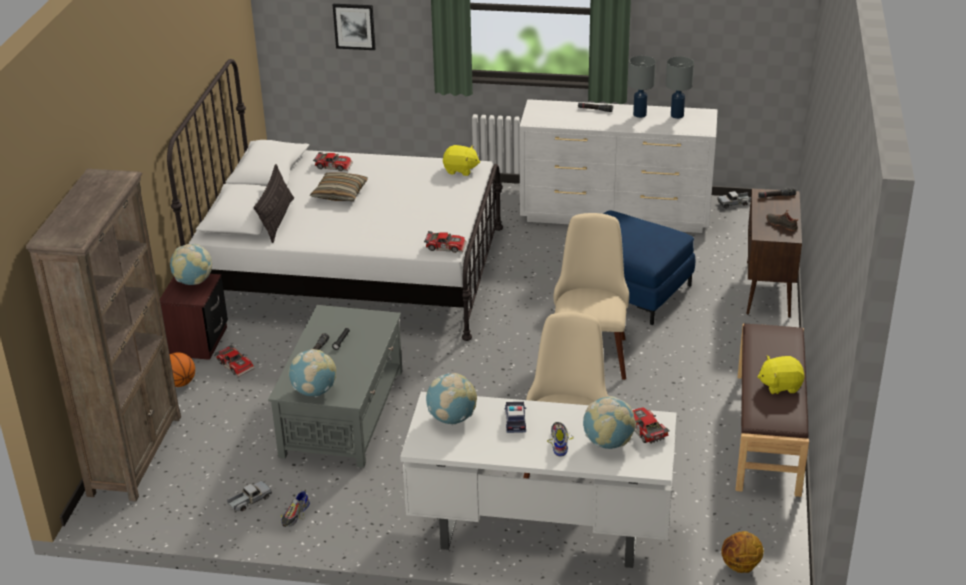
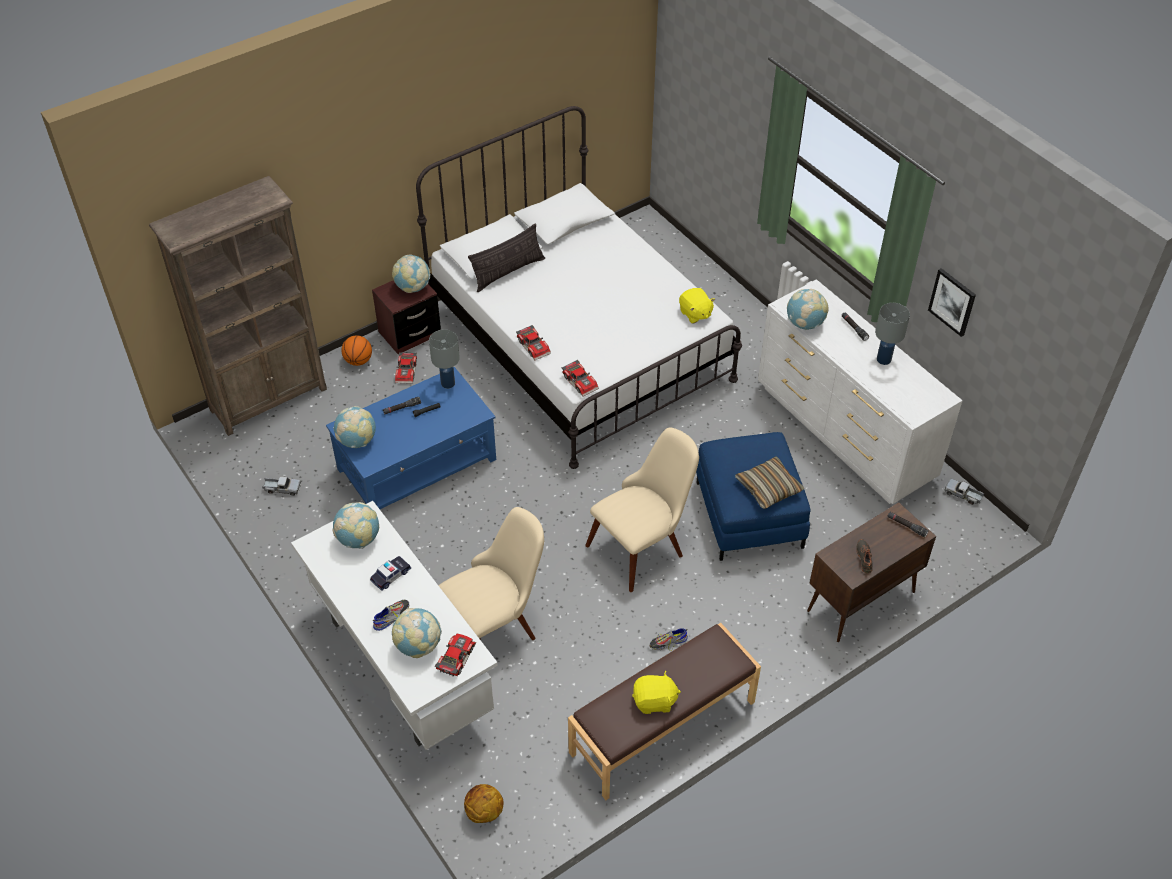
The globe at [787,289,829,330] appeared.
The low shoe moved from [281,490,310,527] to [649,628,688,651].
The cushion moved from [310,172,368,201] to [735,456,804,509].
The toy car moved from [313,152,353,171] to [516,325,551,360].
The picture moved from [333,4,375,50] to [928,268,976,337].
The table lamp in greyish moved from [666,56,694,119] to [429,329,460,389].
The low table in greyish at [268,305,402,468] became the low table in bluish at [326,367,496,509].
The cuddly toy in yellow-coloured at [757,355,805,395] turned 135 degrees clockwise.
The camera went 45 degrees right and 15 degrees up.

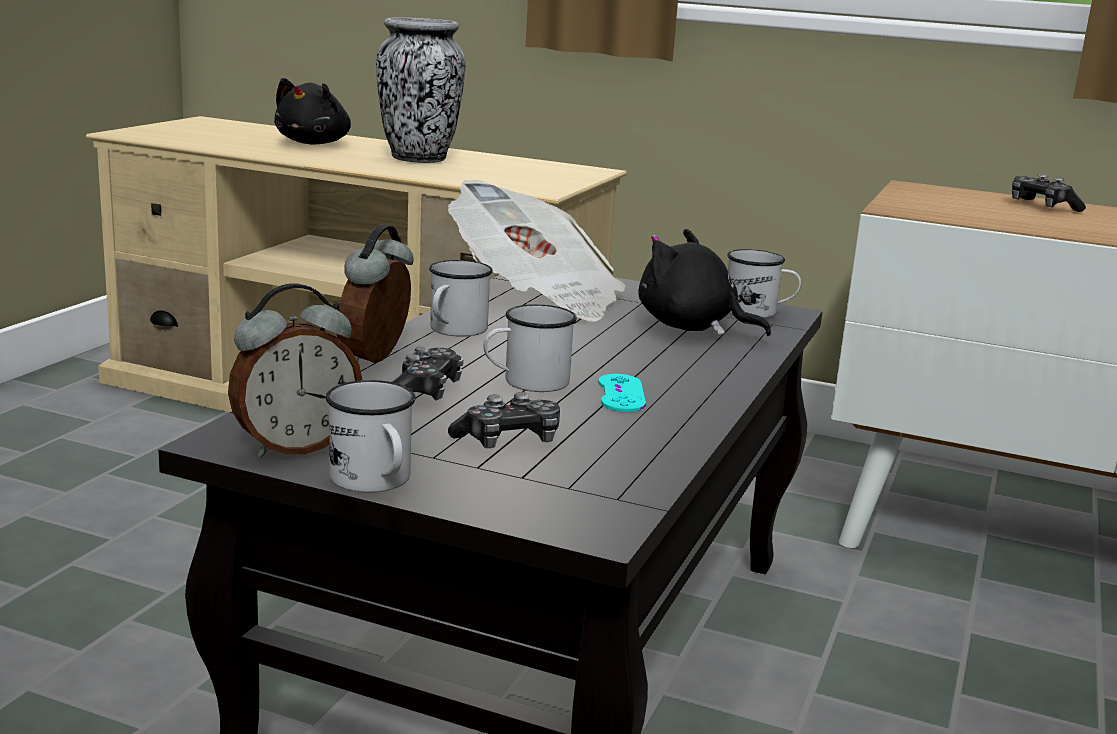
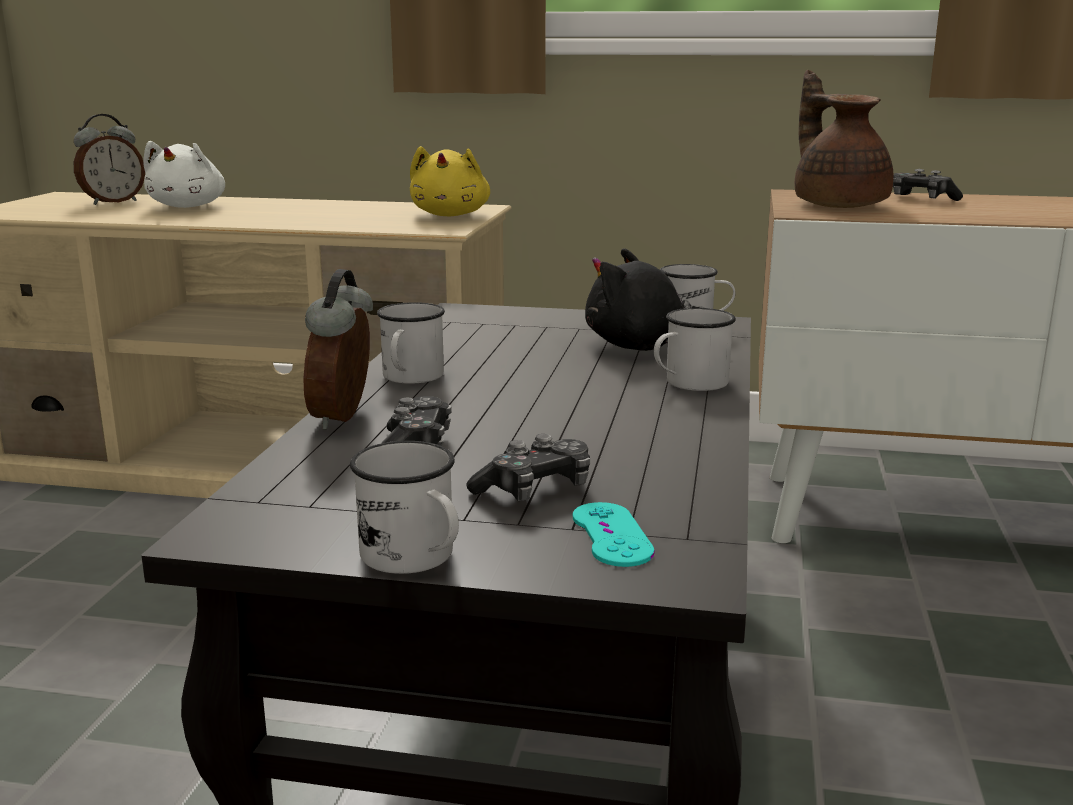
The decorative vase at [376,17,465,163] disappeared.
The daily paper at [448,180,626,322] disappeared.
The cuddly toy in yellow-coloured at [410,146,490,216] appeared.
The pot for tea in brownish at [795,70,894,208] appeared.
The bedside clock moved from [228,283,362,458] to [74,114,145,205].
The mug in white-coloured moved from [483,304,577,392] to [654,308,736,391].
The game controller in turquoise-coloured moved from [598,374,646,412] to [573,502,655,567].
The cuddly toy in blackish at [274,78,351,144] became the cuddly toy in white-coloured at [143,141,225,208].
The camera went 10 degrees left and 0 degrees up.

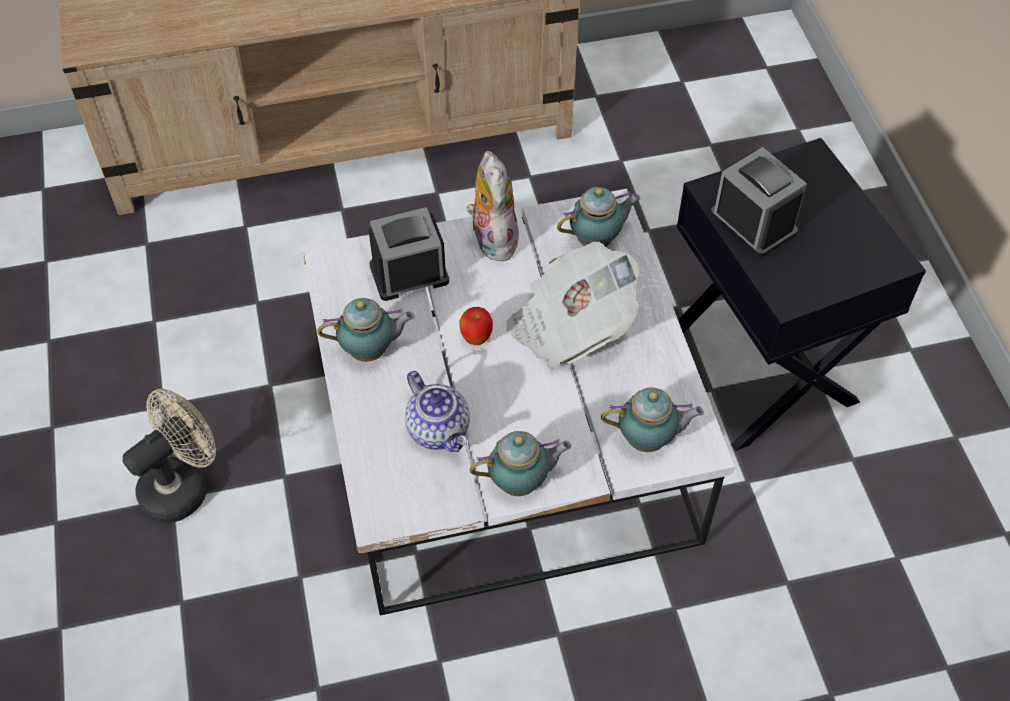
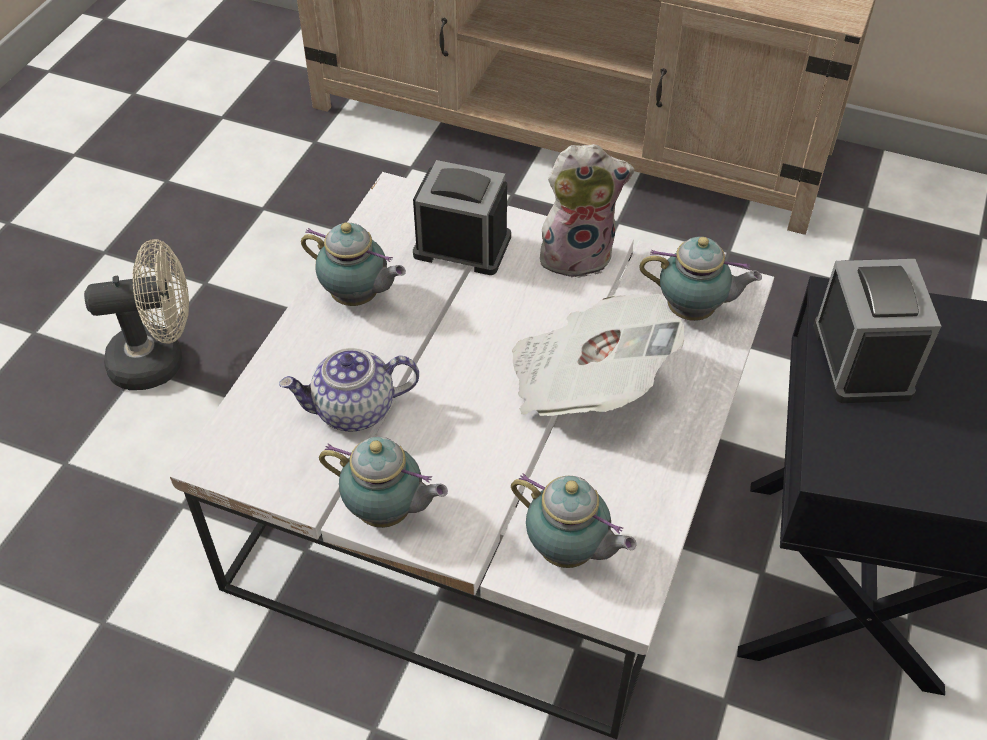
The whole apple at [459,307,493,345] disappeared.
The pot for tea at [405,371,470,452] turned 75 degrees clockwise.
The cuddly toy at [467,151,519,262] turned 60 degrees clockwise.
The camera went 35 degrees right and 5 degrees down.

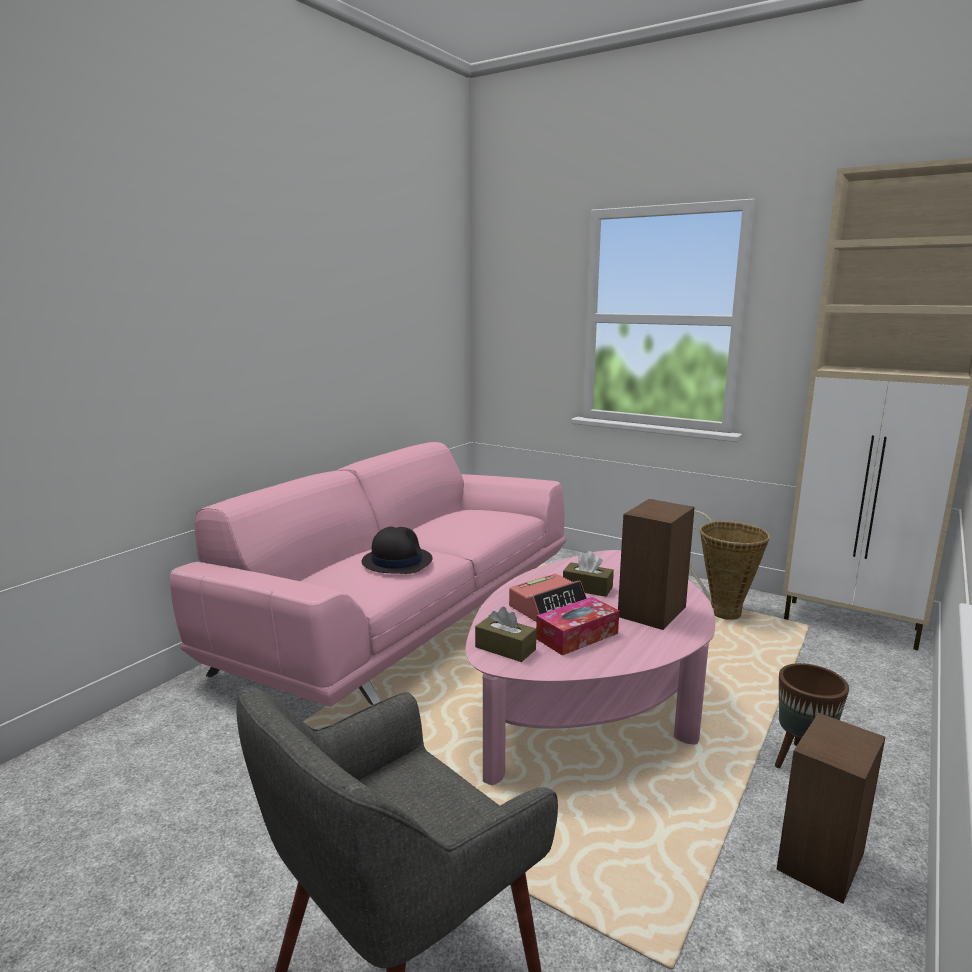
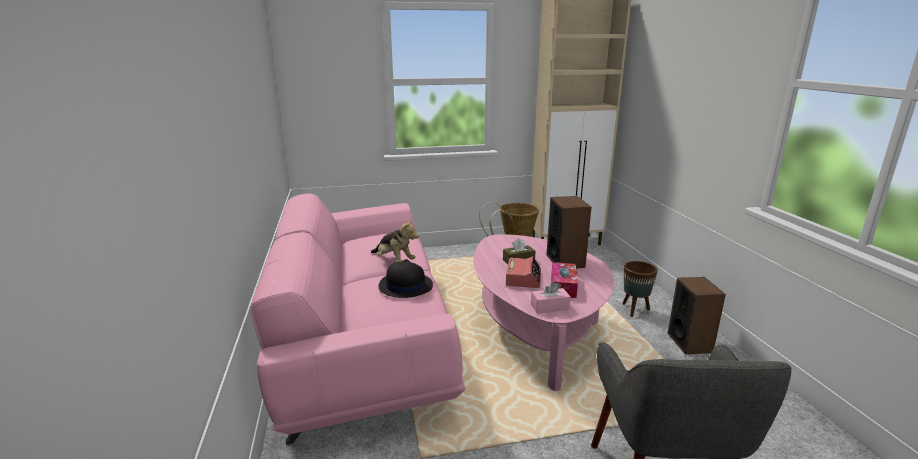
The cuddly toy at [371,219,419,262] appeared.
The tissue box in brownish at [475,607,536,662] became the tissue box in pinkish at [531,281,571,313].
The camera went 45 degrees left and 5 degrees up.

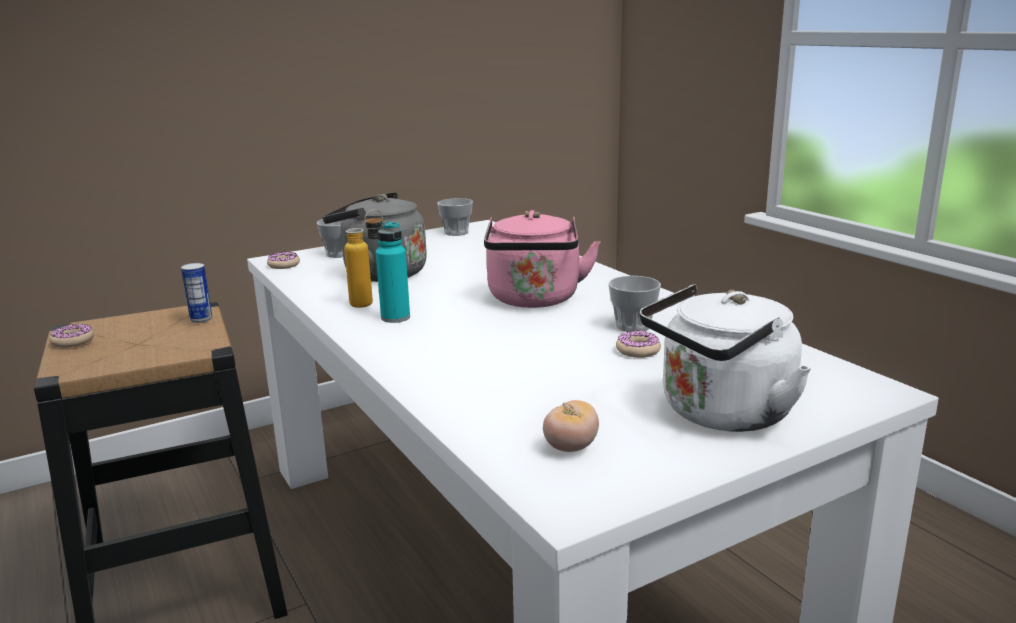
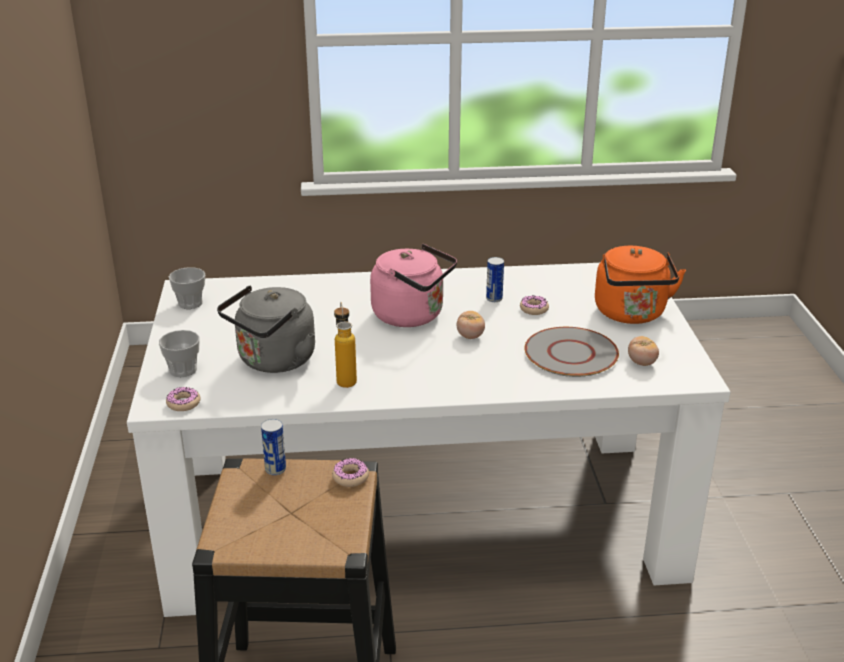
The beverage bottle in turquoise-coloured at [376,221,410,323] disappeared.
The tomato at [456,311,485,339] appeared.
The flat dish in greyish at [524,327,619,377] appeared.
The ring doughnut moved from [49,324,94,348] to [332,458,369,487].
The drinking cup at [609,276,661,332] was replaced by the metal can at [486,257,504,302].
The kettle in white-coloured at [640,284,811,432] became the kettle in orangey at [595,246,686,324].
The camera went 65 degrees left and 10 degrees up.

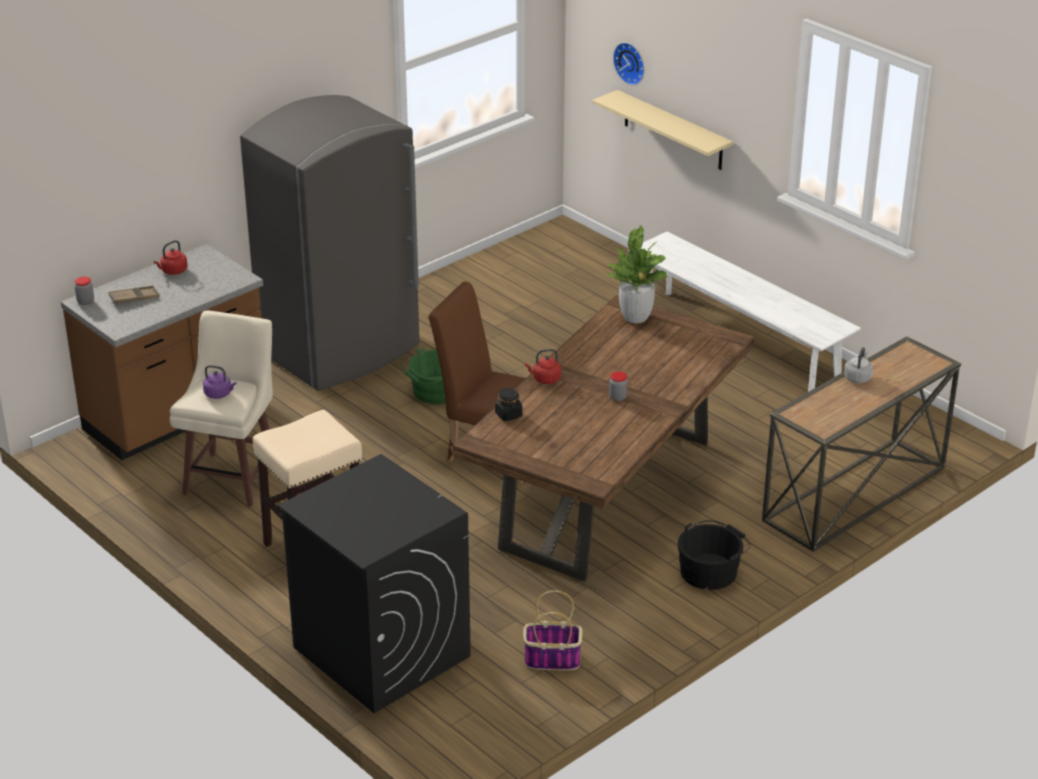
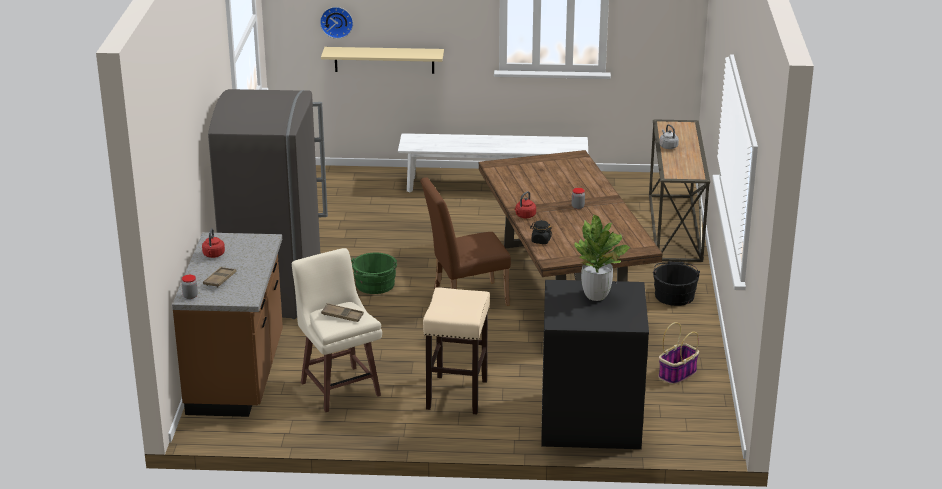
The plant in a pot moved from [606,225,667,323] to [574,215,630,301].
The kettle in purple at [203,365,236,399] was replaced by the serving tray in brownish at [321,303,364,322].
The camera went 45 degrees left and 5 degrees down.

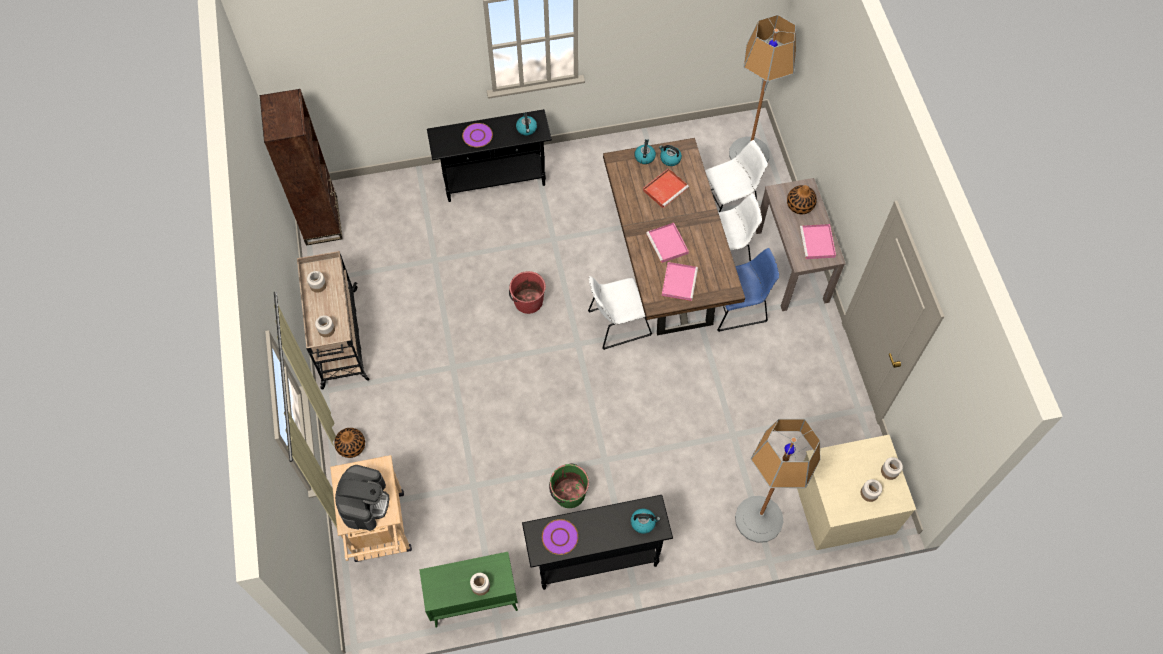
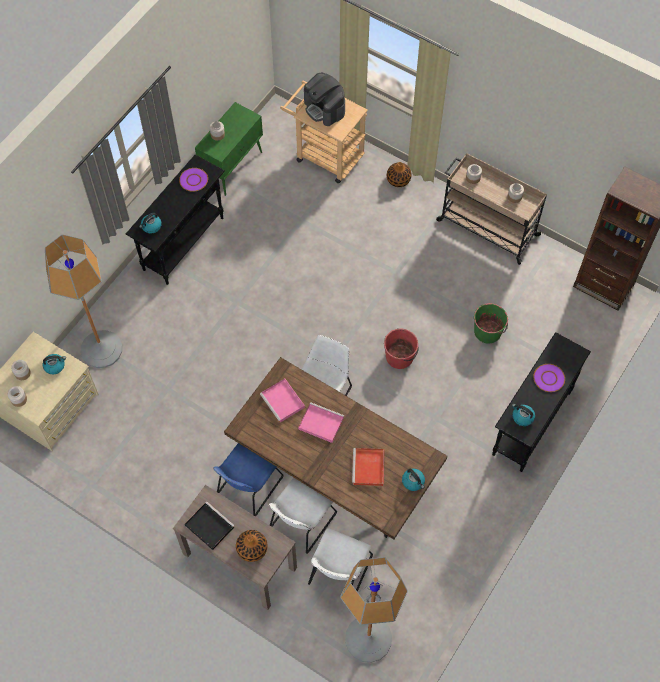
The pail in greenish moved from [549,464,589,508] to [474,303,508,343].
The kettle moved from [659,145,682,166] to [43,354,66,374].
The serving tray in pinkish at [800,224,836,259] became the serving tray in blackish at [185,502,235,550].
The camera went 135 degrees right and 0 degrees up.

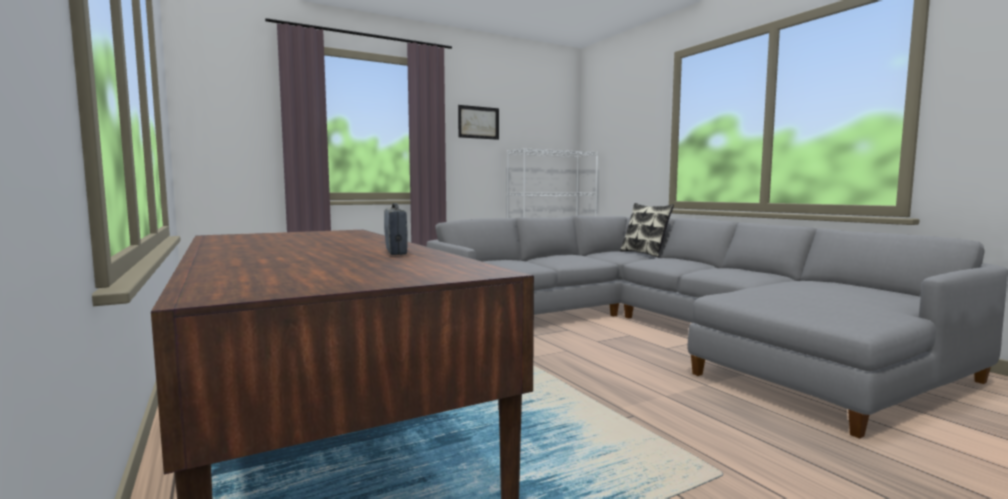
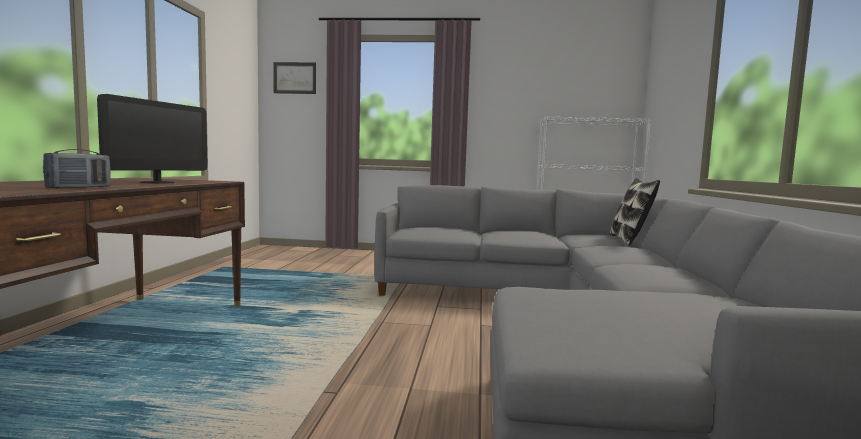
The computer screen at [97,94,207,184] appeared.
The picture moved from [458,105,499,140] to [273,62,316,94].
The camera went 35 degrees right and 0 degrees up.

